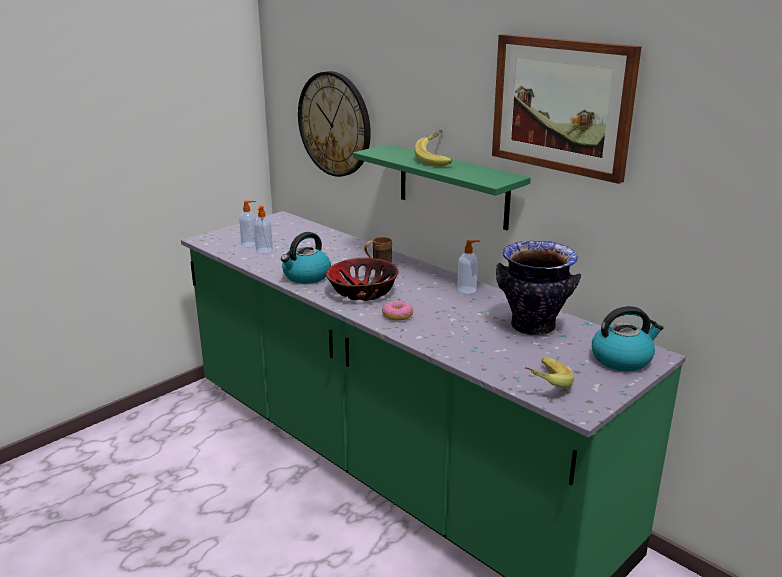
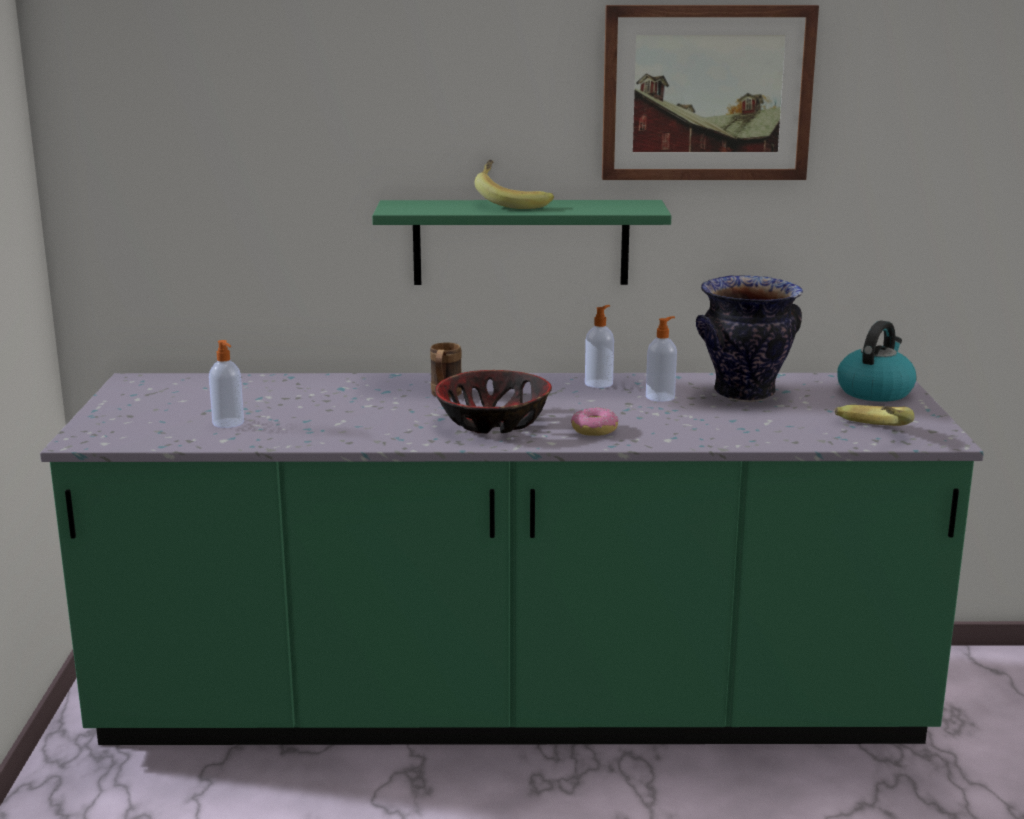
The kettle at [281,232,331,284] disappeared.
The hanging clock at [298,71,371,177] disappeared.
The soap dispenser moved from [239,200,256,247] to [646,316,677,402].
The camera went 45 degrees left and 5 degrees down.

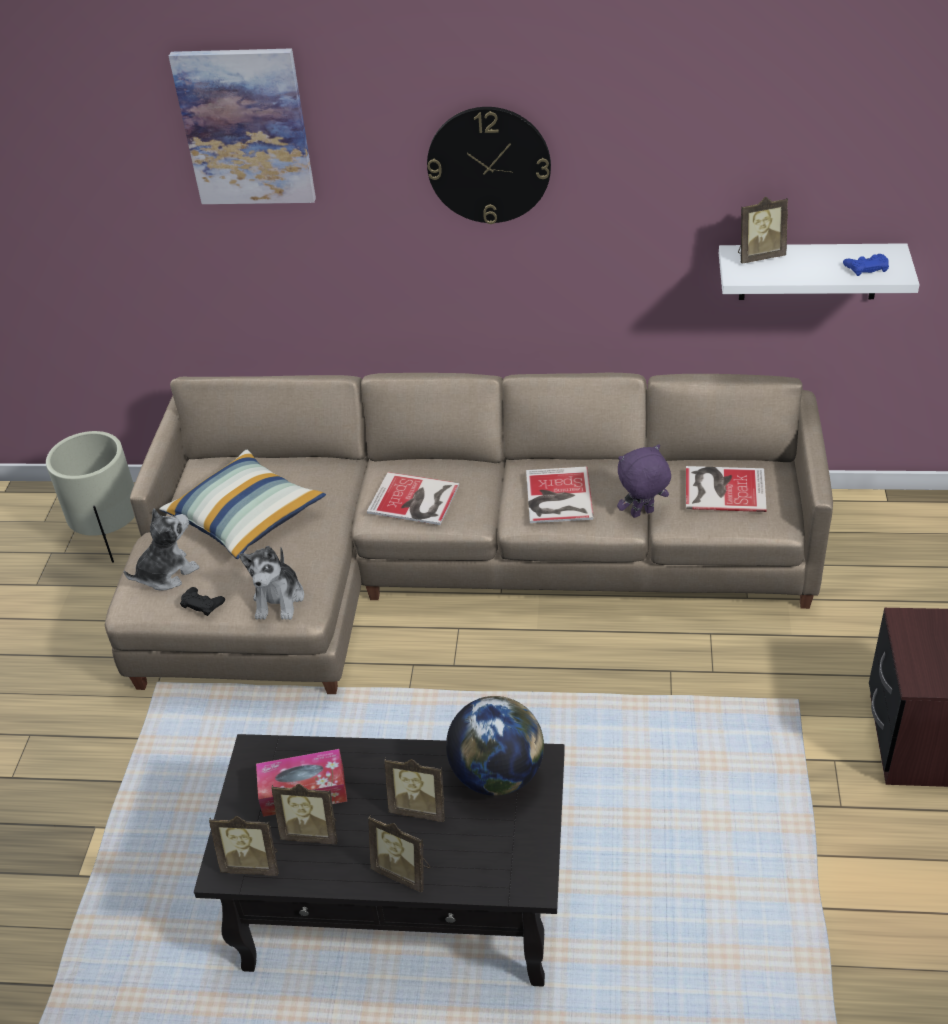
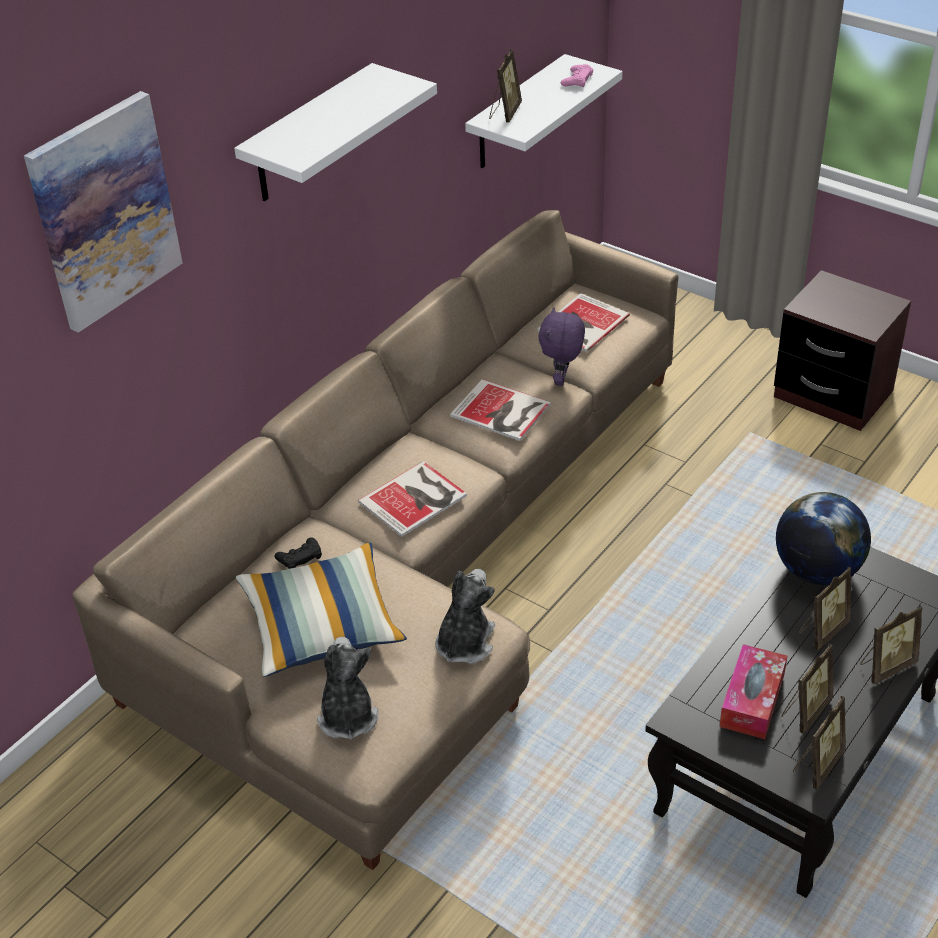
The plant pot in beige-coloured at [46,431,135,563] disappeared.
The game controller in blackish moved from [180,587,225,616] to [274,537,322,569].
The hanging clock at [427,107,551,224] was replaced by the bracket shelf in white-coloured at [234,63,437,201].
The game controller in bluish at [843,254,889,276] became the game controller in pinkish at [561,64,594,87].
The cuddly toy at [239,546,304,620] turned 105 degrees counterclockwise.
The camera went 60 degrees left and 0 degrees up.

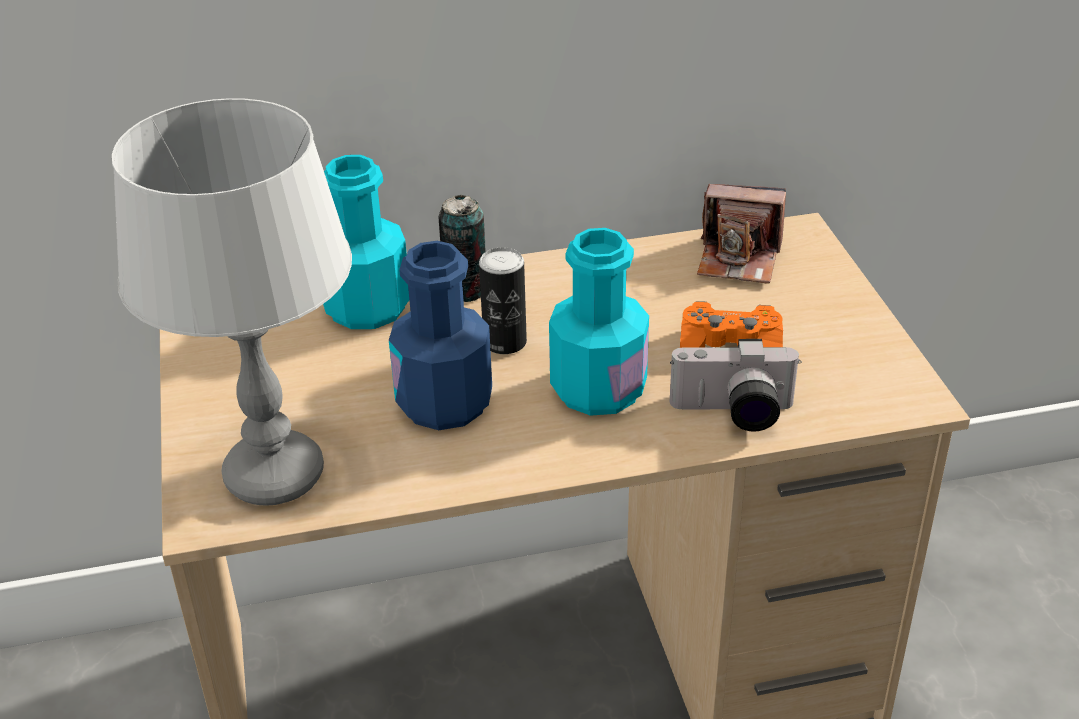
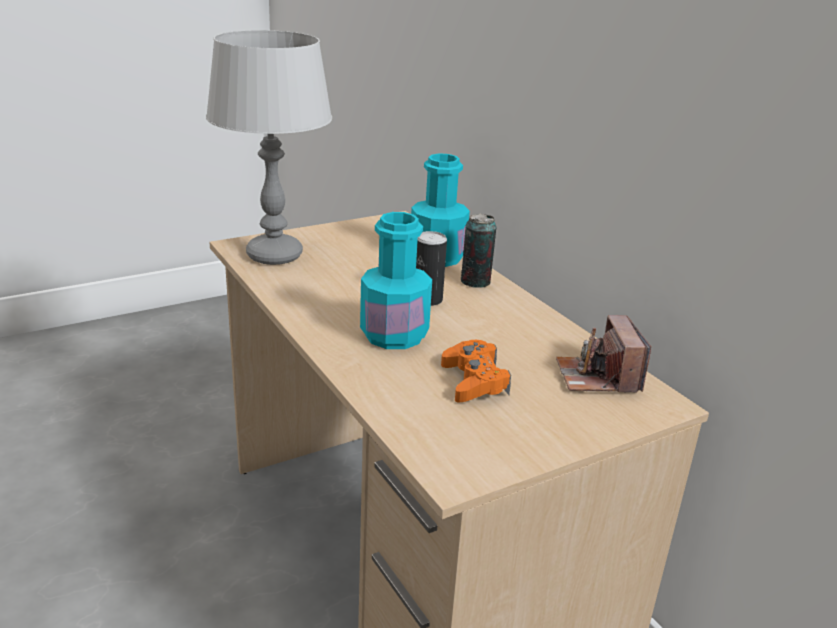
The beverage bottle in bluish at [389,241,492,430] disappeared.
The still camera at [670,339,802,432] disappeared.
The camera went 70 degrees right and 10 degrees down.

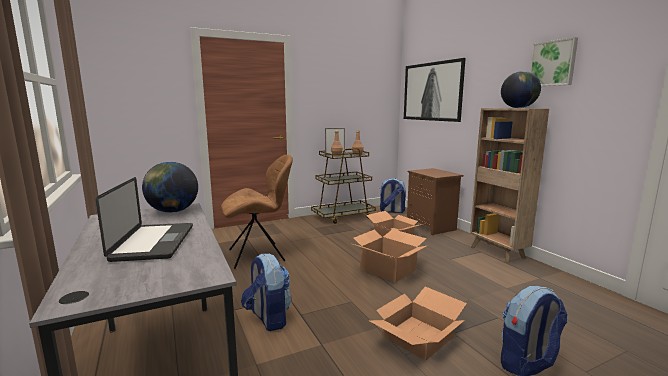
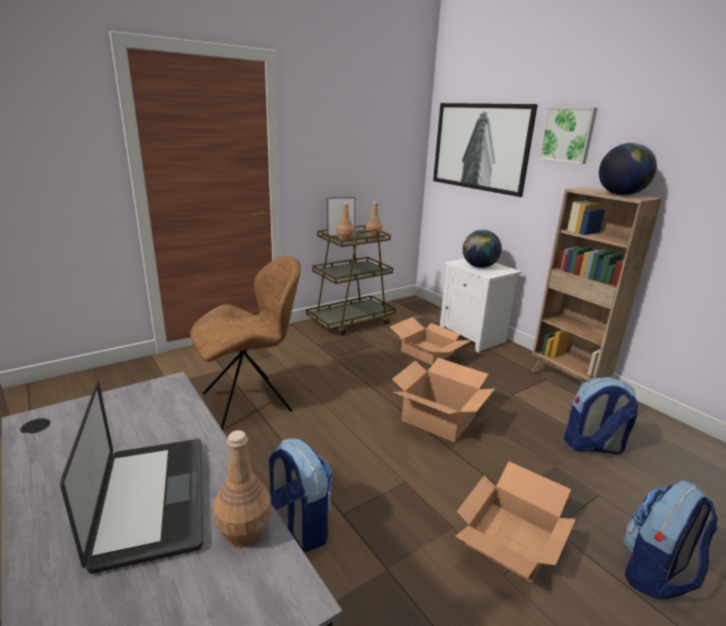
The beverage bottle in brownish at [213,430,272,548] appeared.
The globe moved from [142,162,198,213] to [463,230,502,268].
The knapsack moved from [380,178,406,213] to [564,377,638,455].
The picture moved from [530,37,578,86] to [538,107,598,164].
The night table in brownish at [407,168,463,236] became the night table in white-coloured at [440,259,522,353].
The camera went 10 degrees left and 10 degrees up.

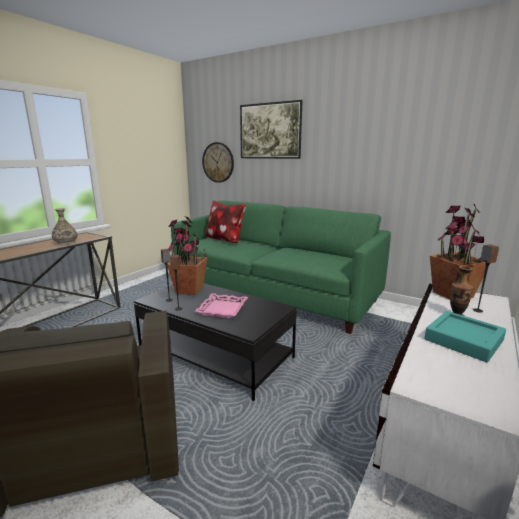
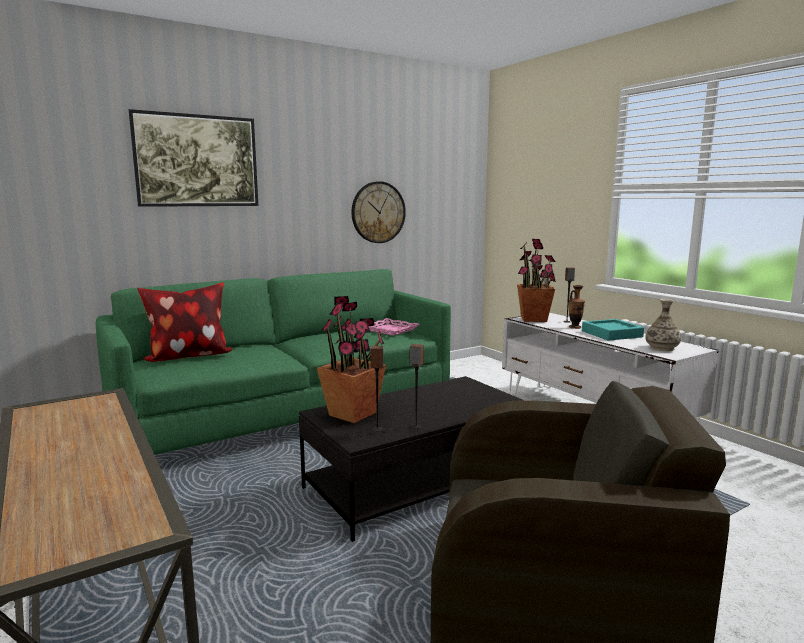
The decorative vase moved from [52,208,77,245] to [645,299,681,351].
The serving tray in pinkish moved from [194,293,248,319] to [368,318,420,336].
The hanging clock moved from [202,142,234,183] to [351,181,406,243].
The camera went 65 degrees left and 5 degrees down.

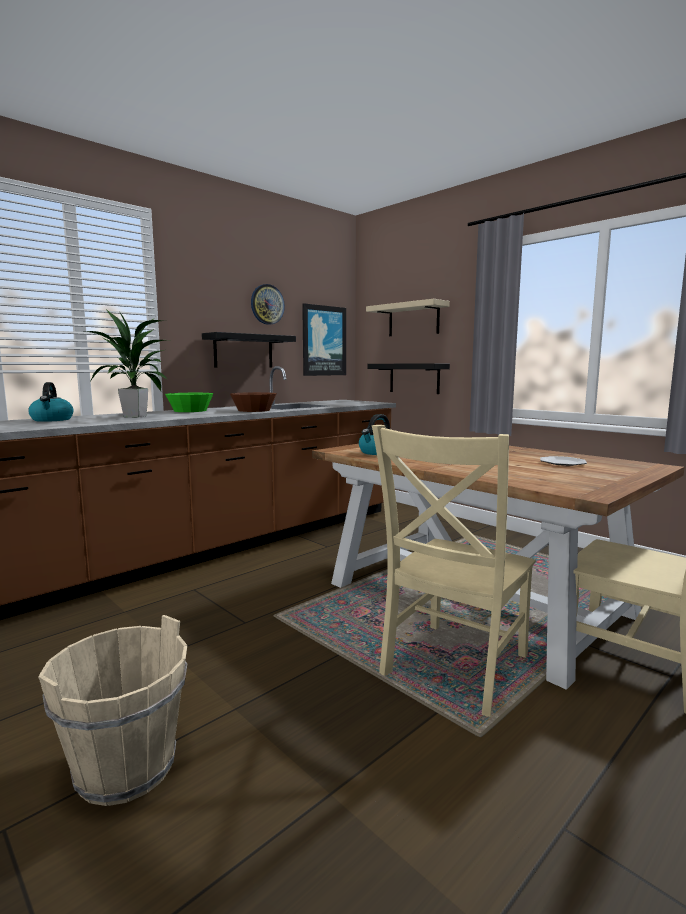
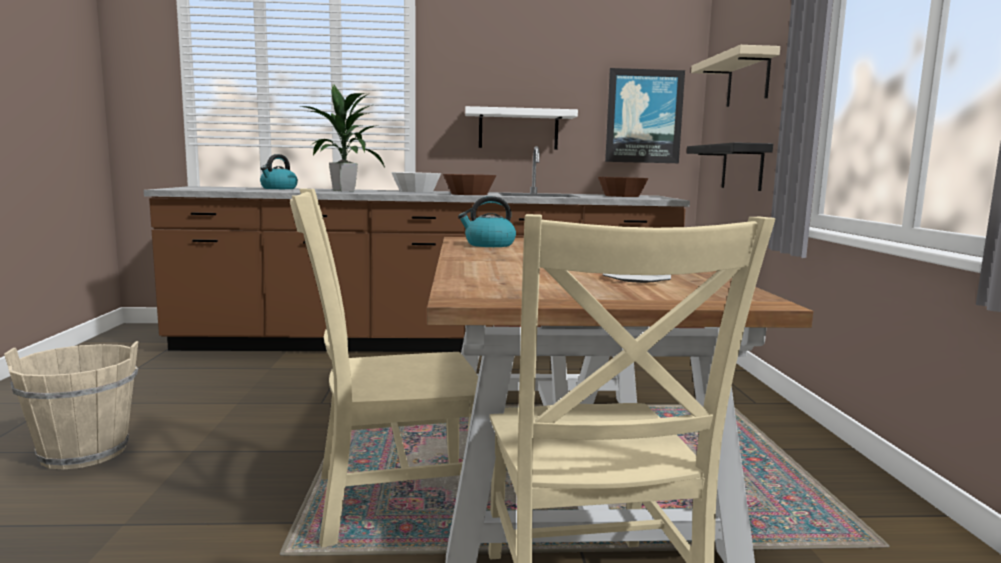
The hanging clock at [251,284,285,325] disappeared.
The serving bowl in brownish at [598,177,649,197] appeared.
The serving bowl in greenish at [165,393,213,412] became the serving bowl in white-coloured at [391,172,441,192].
The bracket shelf in blackish at [202,332,296,368] became the bracket shelf in white-coloured at [465,106,578,150].
The camera went 40 degrees right and 0 degrees up.

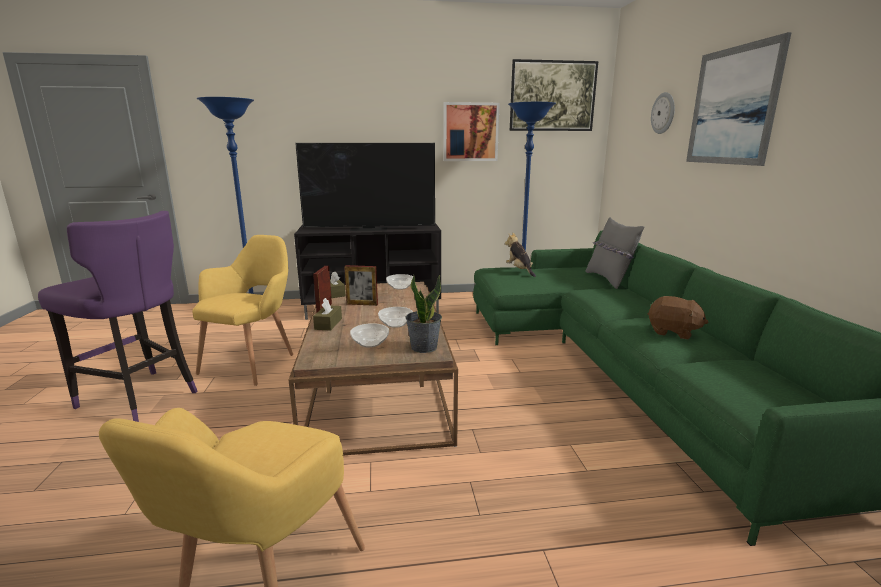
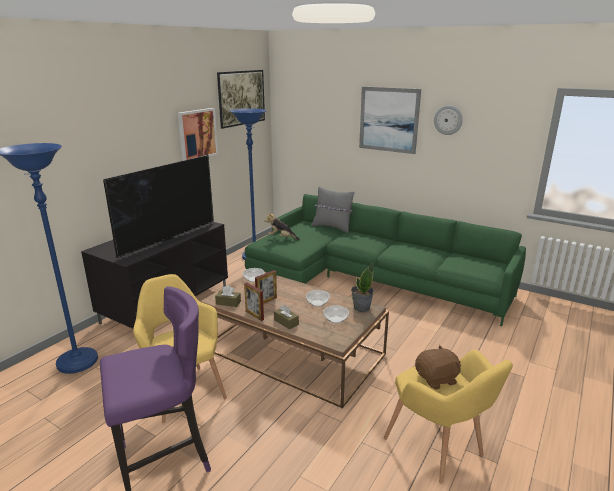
The cuddly toy in brownish moved from [648,296,708,339] to [415,345,461,390].
The hanging clock moved from [651,92,675,134] to [434,106,463,135].
The camera went 50 degrees left and 5 degrees up.

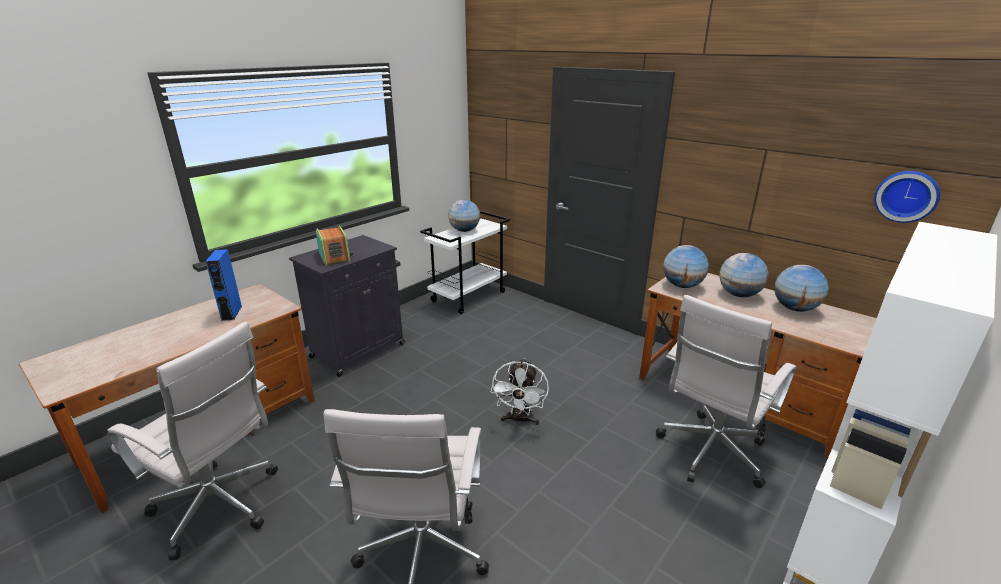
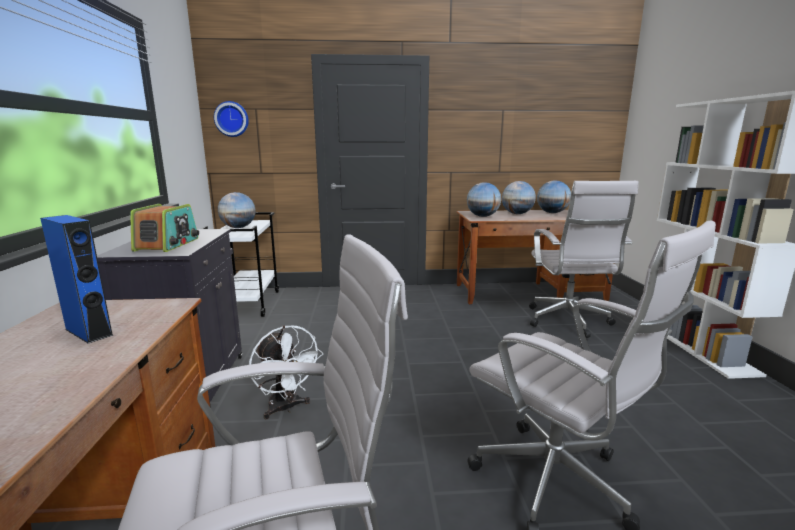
The electric fan in white-coloured moved from [491,358,549,425] to [249,326,323,419].
The hanging clock moved from [874,171,940,223] to [214,101,249,137].
The radio at [316,225,353,266] turned 75 degrees clockwise.
The camera went 45 degrees left and 10 degrees down.

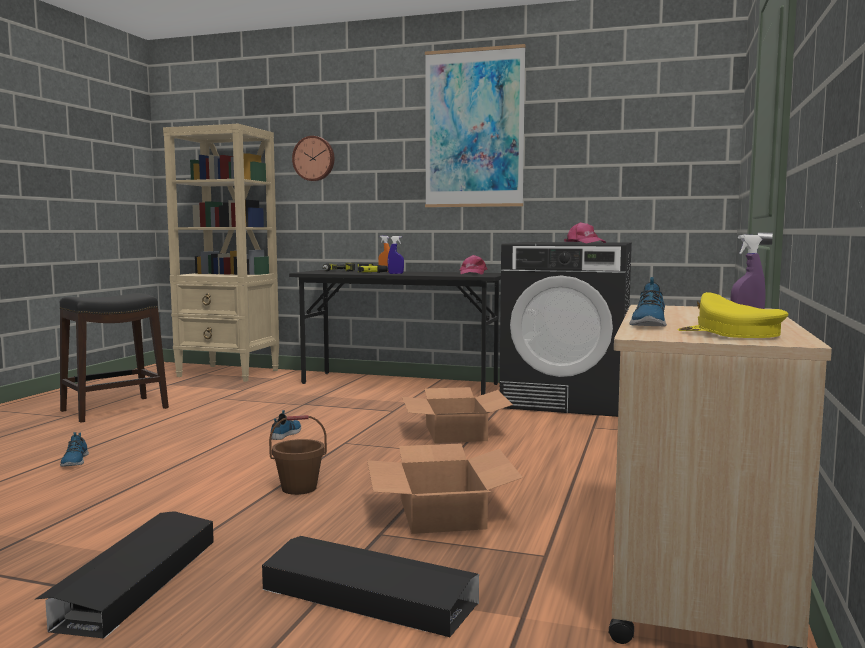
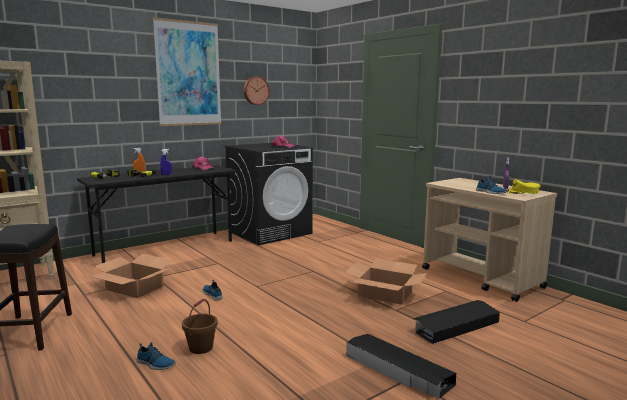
The pail in brownish moved from [269,415,327,495] to [182,299,218,354].
The hanging clock moved from [292,136,334,181] to [244,76,270,105].
The packing box moved from [402,387,513,443] to [90,254,173,298].
The camera went 55 degrees left and 5 degrees up.

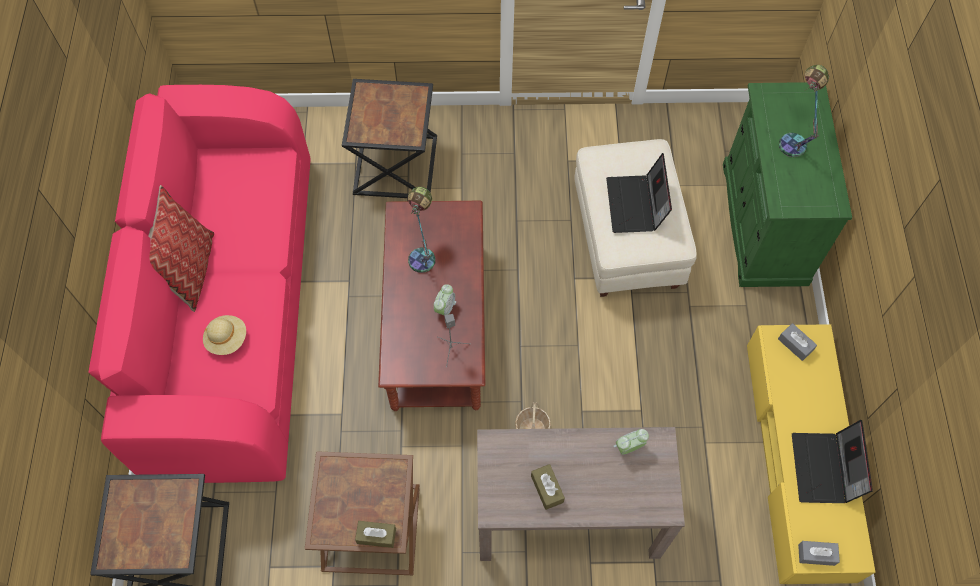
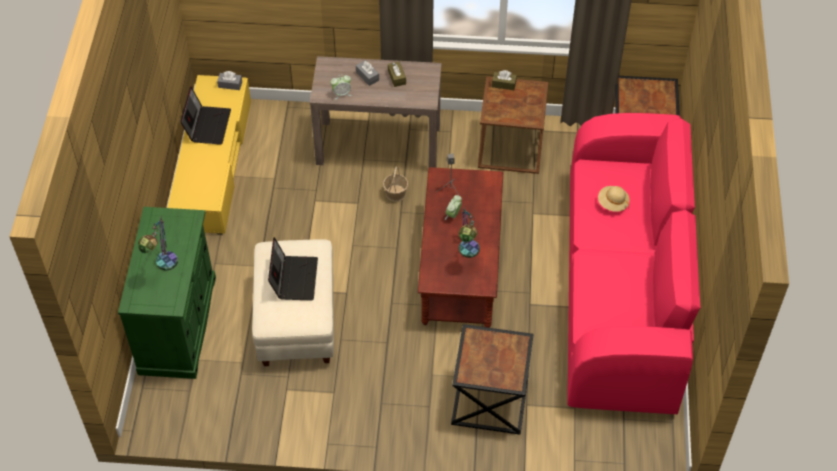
The cushion at [148,185,214,312] disappeared.
The tissue box in greyish moved from [778,323,817,361] to [356,60,379,86].
The camera went 175 degrees left and 10 degrees down.

